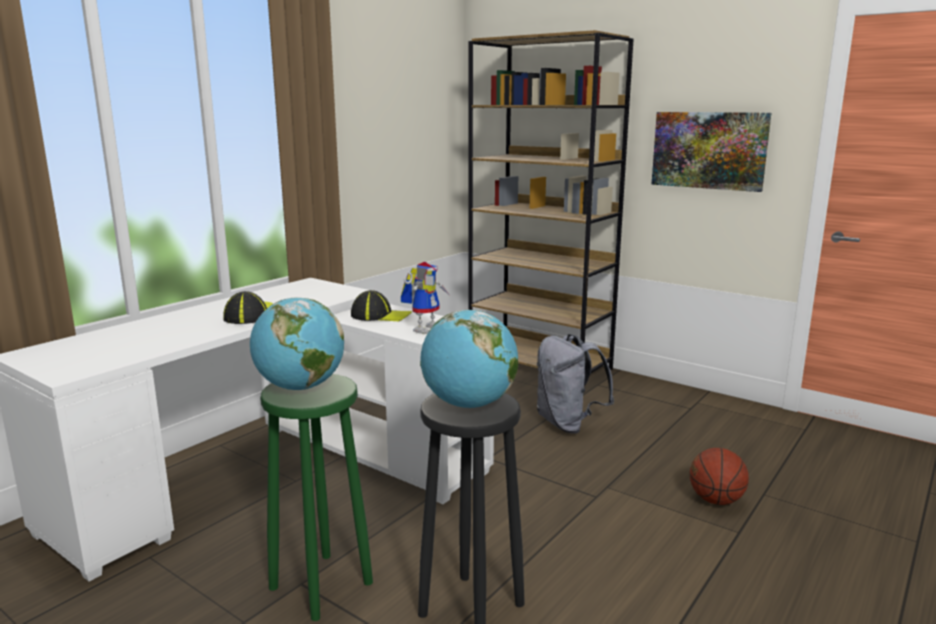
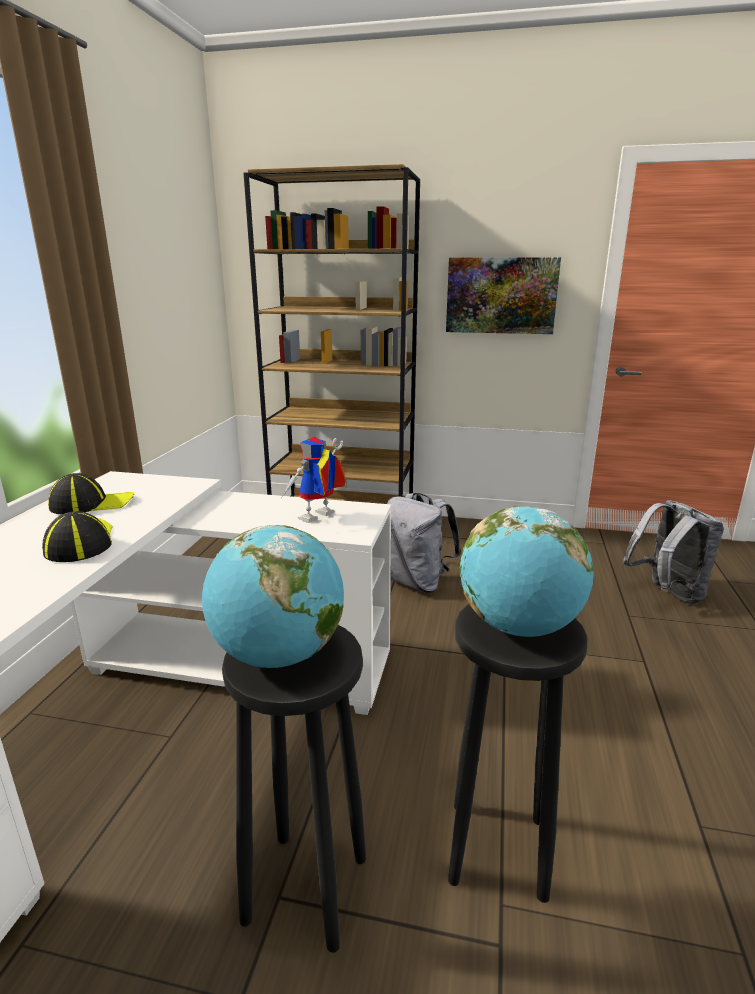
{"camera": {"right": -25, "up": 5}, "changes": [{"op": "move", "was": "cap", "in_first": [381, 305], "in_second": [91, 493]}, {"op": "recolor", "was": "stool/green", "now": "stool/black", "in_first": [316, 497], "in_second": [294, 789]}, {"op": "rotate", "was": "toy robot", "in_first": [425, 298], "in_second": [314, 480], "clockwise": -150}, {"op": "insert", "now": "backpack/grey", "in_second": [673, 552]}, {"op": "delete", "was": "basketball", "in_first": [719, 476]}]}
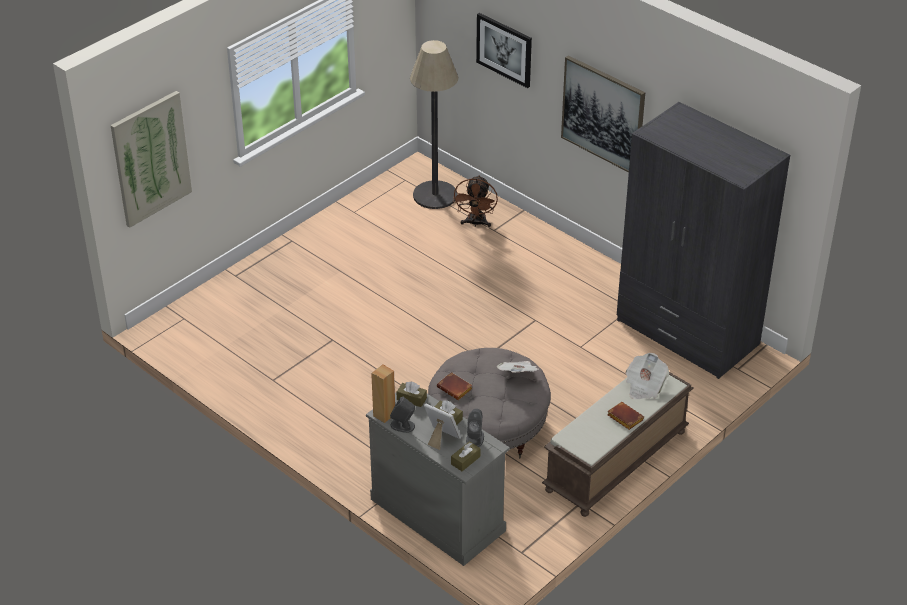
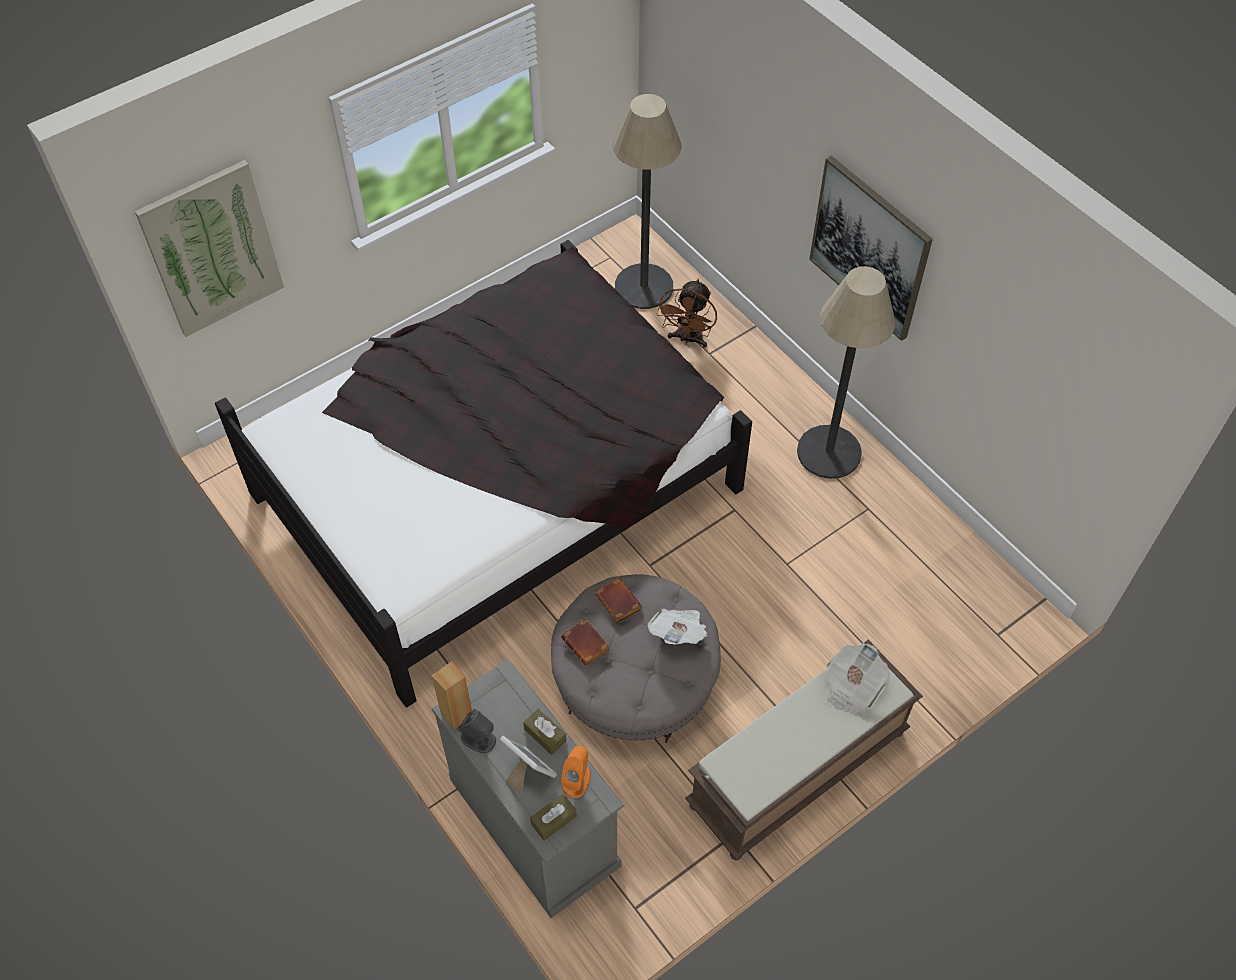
{"camera": {"right": 10, "up": 15}, "changes": [{"op": "insert", "now": "bed/black", "in_second": [483, 473]}, {"op": "recolor", "was": "speaker/grey", "now": "speaker/orange", "in_first": [475, 428], "in_second": [576, 772]}, {"op": "move", "was": "book/brown", "in_first": [625, 416], "in_second": [618, 600]}, {"op": "insert", "now": "floor lamp", "in_second": [846, 372]}, {"op": "delete", "was": "tissue box/brown", "in_first": [412, 394]}, {"op": "delete", "was": "picture", "in_first": [504, 50]}, {"op": "delete", "was": "wardrobe/grey", "in_first": [703, 240]}]}
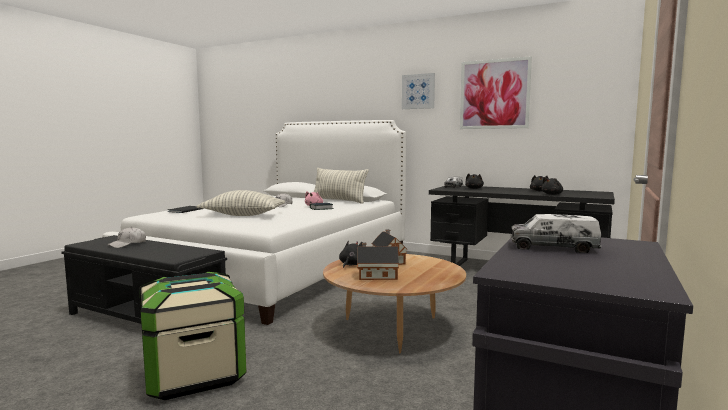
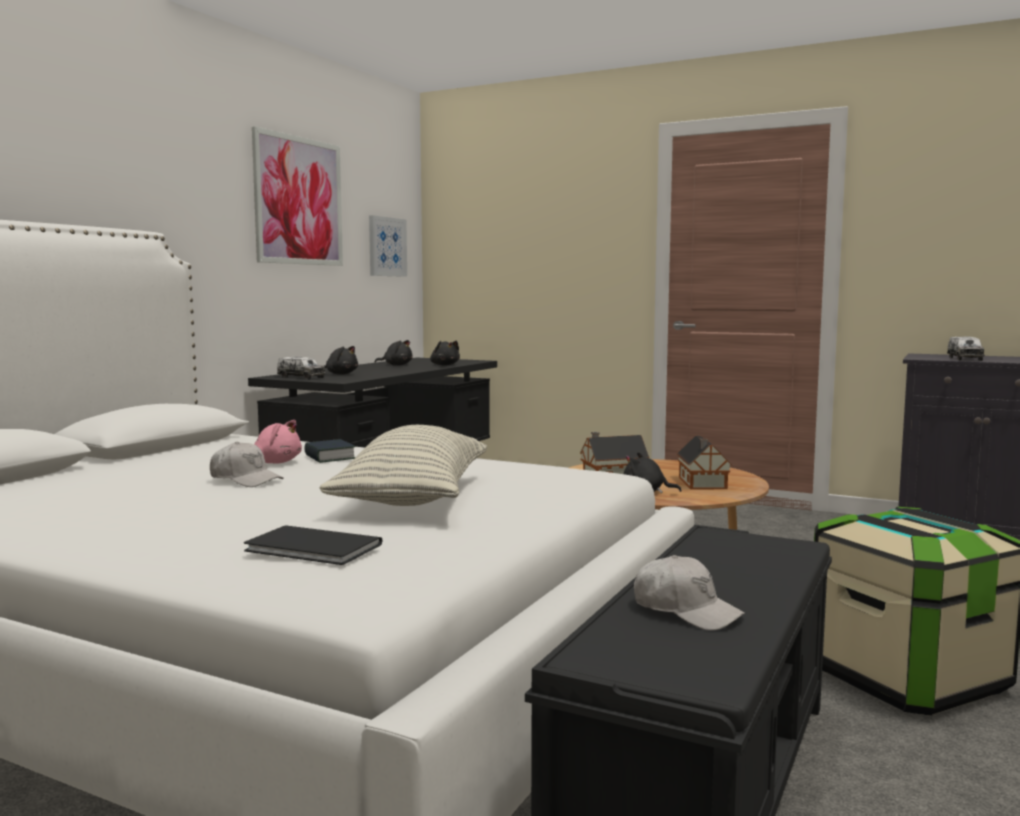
{"camera": {"right": -90, "up": 0}, "changes": [{"op": "move", "was": "picture", "in_first": [418, 91], "in_second": [388, 246]}, {"op": "delete", "was": "pillow", "in_first": [341, 185]}]}
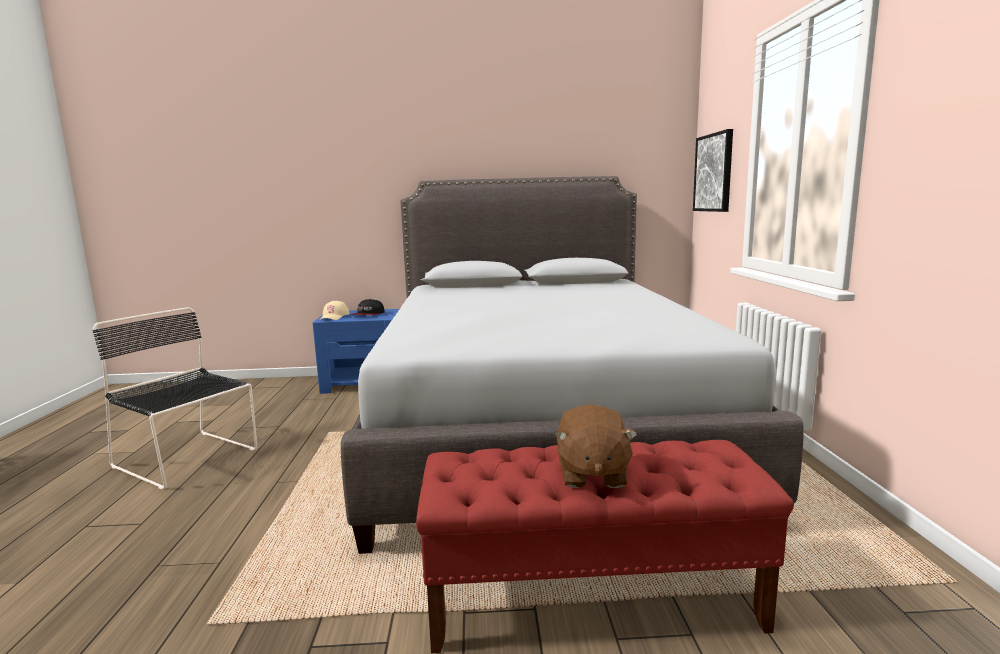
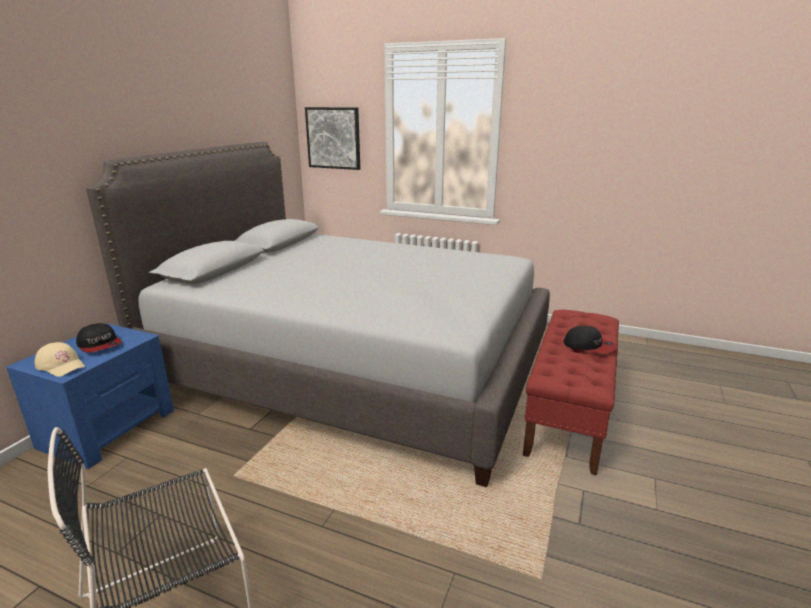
{"camera": {"right": -65, "up": 10}, "changes": [{"op": "replace", "was": "plush toy/brown", "now": "cap", "in_first": [596, 446], "in_second": [590, 339]}]}
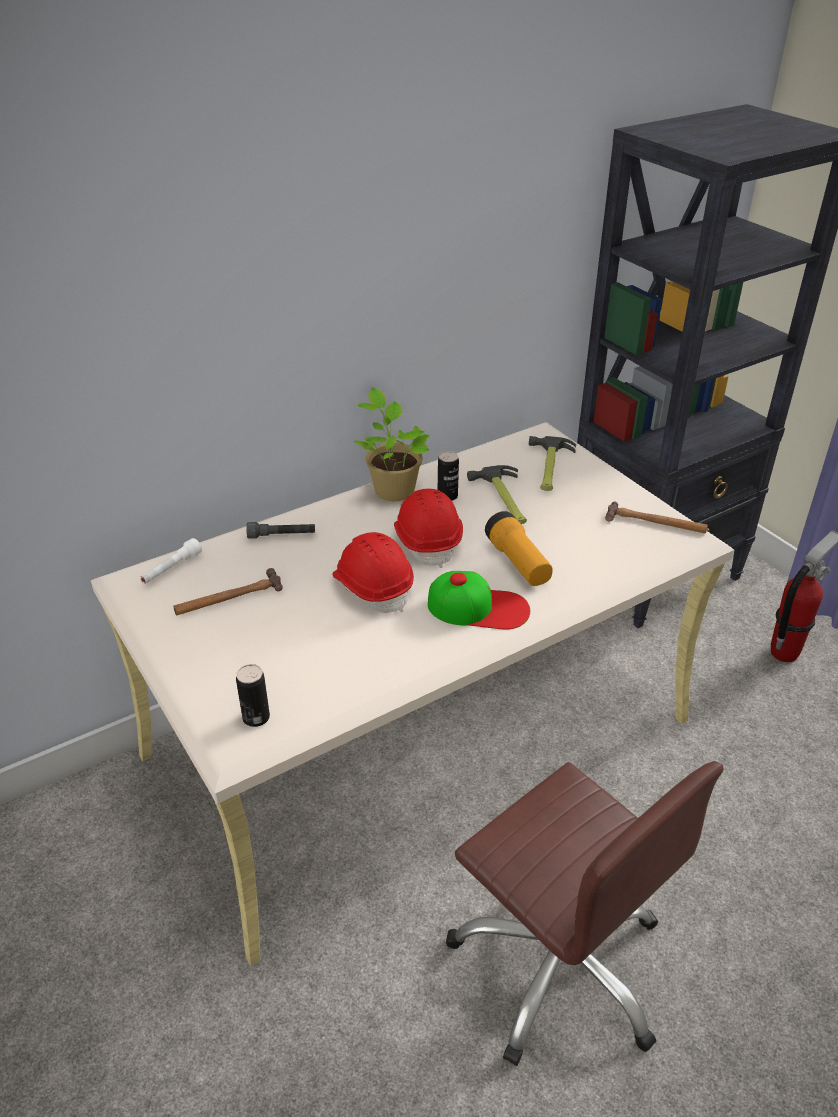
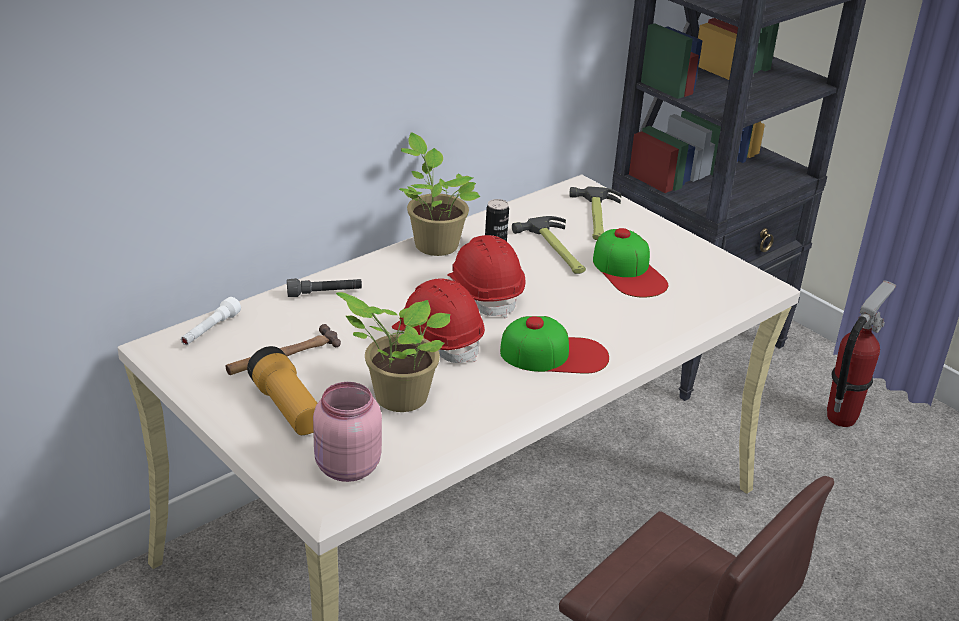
{"camera": {"right": -10, "up": -5}, "changes": [{"op": "move", "was": "flashlight", "in_first": [519, 548], "in_second": [282, 390]}, {"op": "replace", "was": "can", "now": "jar/pink", "in_first": [253, 695], "in_second": [347, 432]}, {"op": "insert", "now": "potted plant", "in_second": [393, 352]}, {"op": "insert", "now": "cap", "in_second": [630, 263]}, {"op": "delete", "was": "hammer", "in_first": [656, 517]}]}
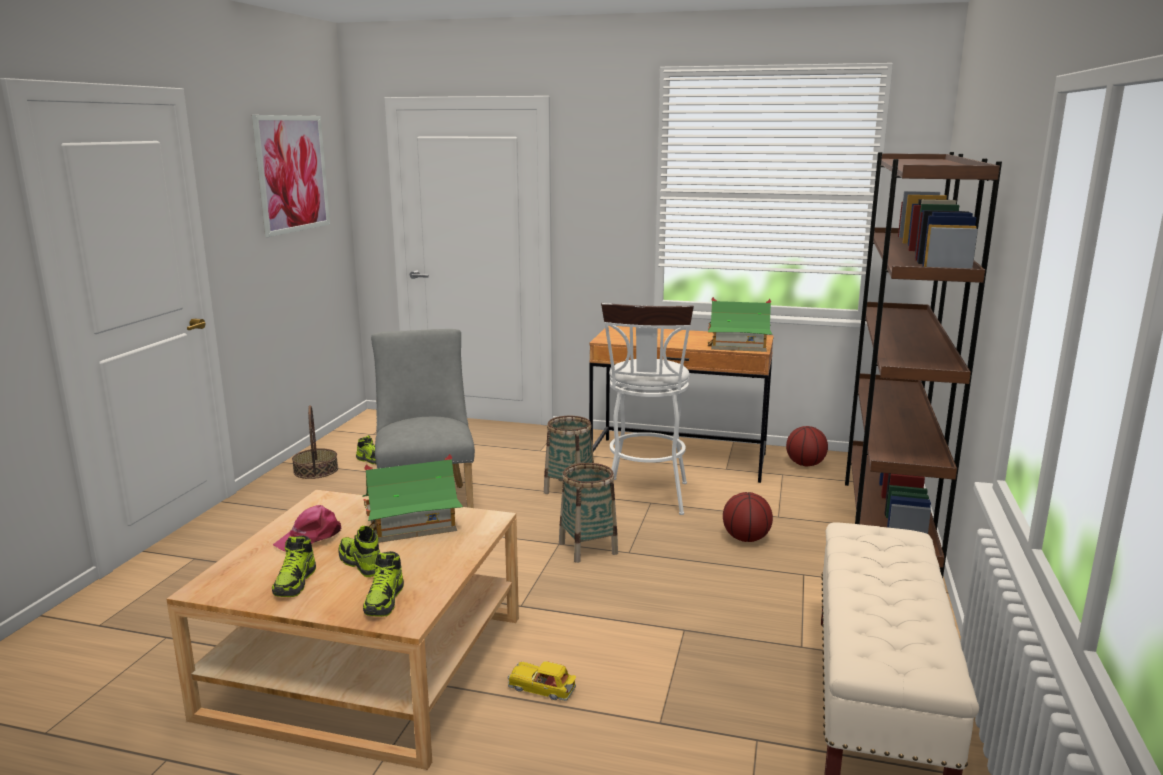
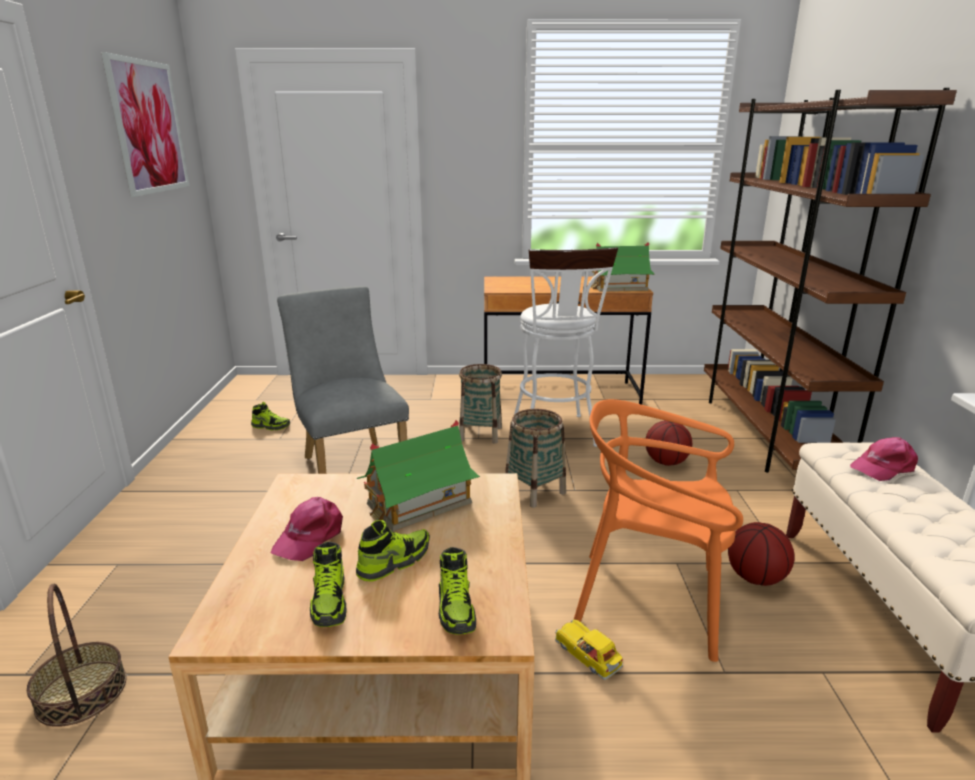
{"camera": {"right": -15, "up": 5}, "changes": [{"op": "move", "was": "basket", "in_first": [315, 442], "in_second": [76, 655]}, {"op": "rotate", "was": "shoe", "in_first": [359, 551], "in_second": [393, 551], "clockwise": 105}, {"op": "rotate", "was": "toy car", "in_first": [542, 681], "in_second": [589, 649], "clockwise": 45}, {"op": "insert", "now": "chair/orange", "in_second": [658, 530]}, {"op": "move", "was": "basketball", "in_first": [807, 446], "in_second": [761, 554]}, {"op": "insert", "now": "cap/pink", "in_second": [884, 459]}]}
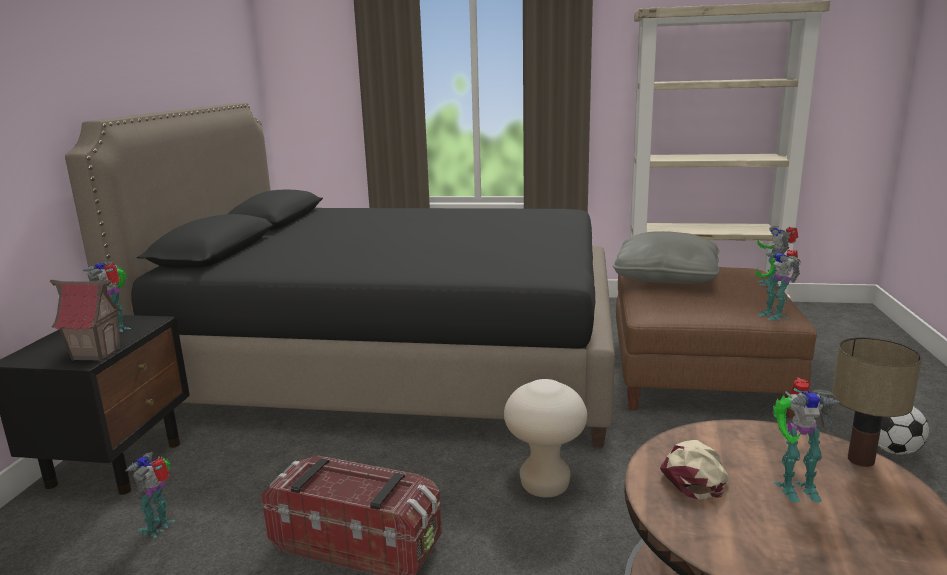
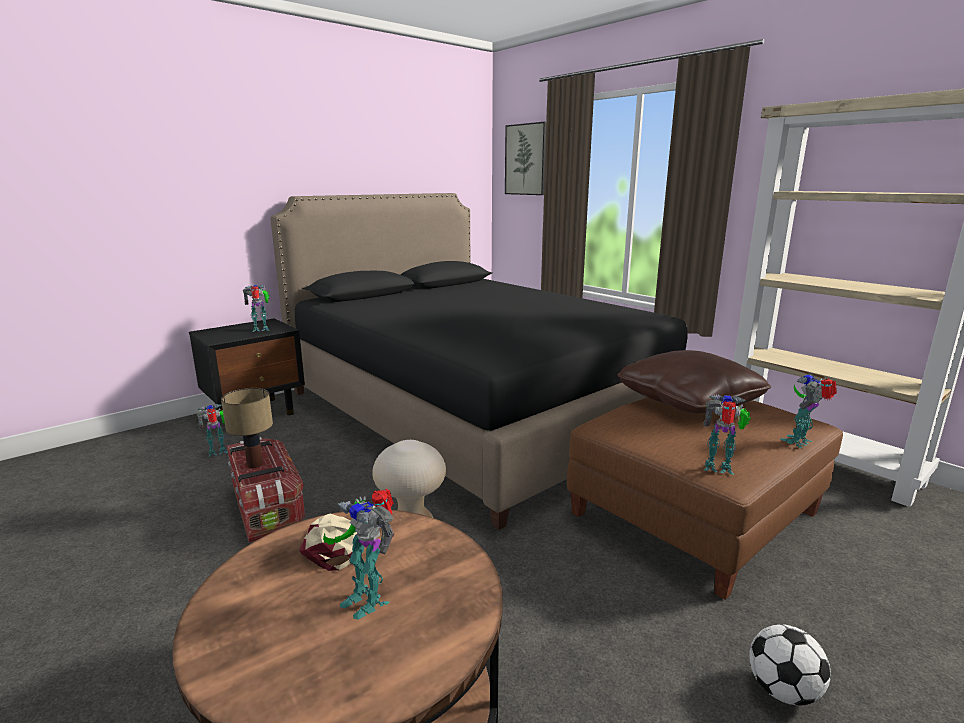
{"camera": {"right": 40, "up": 0}, "changes": [{"op": "move", "was": "table lamp", "in_first": [877, 402], "in_second": [247, 428]}, {"op": "rotate", "was": "cap/beige", "in_first": [694, 469], "in_second": [328, 542], "clockwise": -75}, {"op": "insert", "now": "picture", "in_second": [525, 158]}, {"op": "recolor", "was": "pillow/grey", "now": "pillow/brown", "in_first": [666, 257], "in_second": [694, 382]}, {"op": "rotate", "was": "toy robot", "in_first": [778, 285], "in_second": [727, 434], "clockwise": 90}, {"op": "delete", "was": "toy house", "in_first": [86, 320]}]}
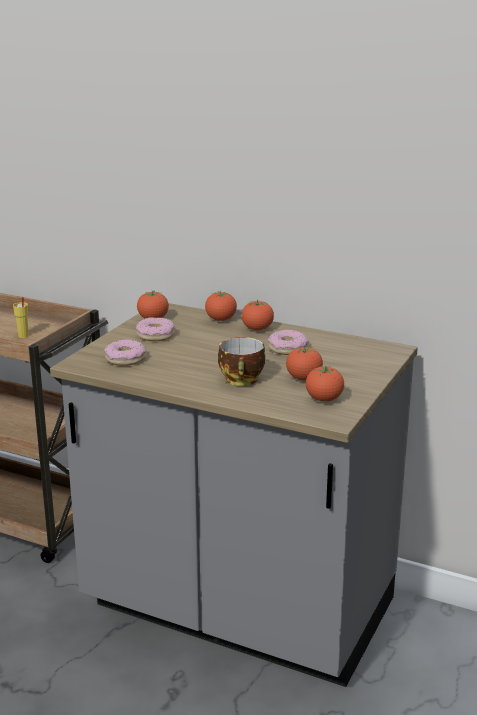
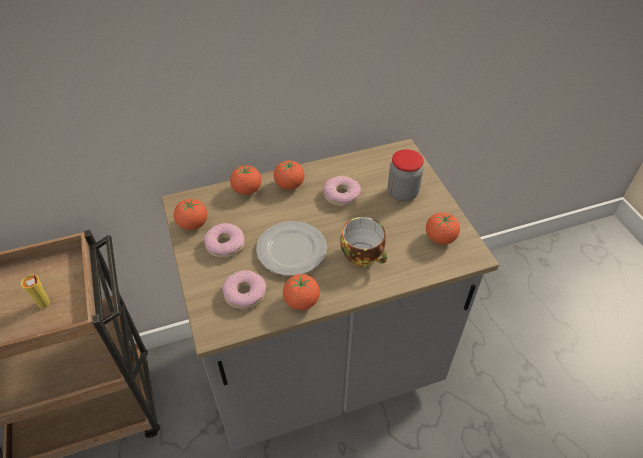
{"camera": {"right": -45, "up": 25}, "changes": [{"op": "insert", "now": "plate", "in_second": [291, 248]}, {"op": "move", "was": "tomato", "in_first": [304, 363], "in_second": [301, 292]}, {"op": "insert", "now": "jar", "in_second": [406, 175]}]}
